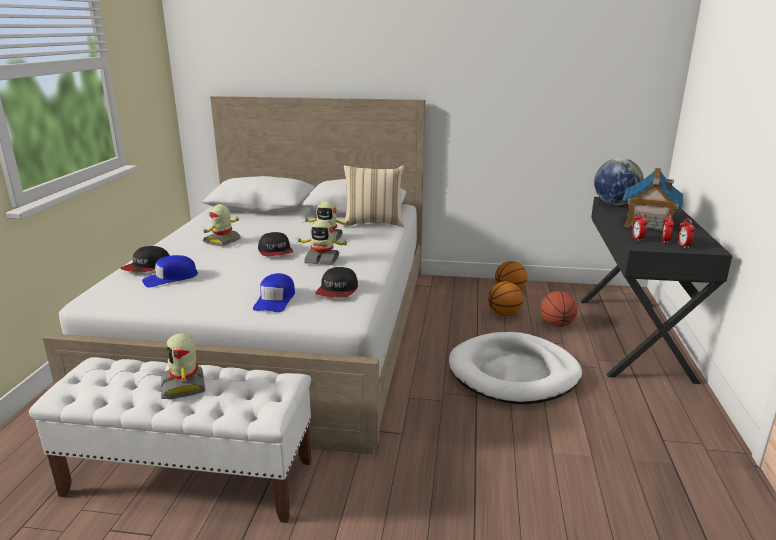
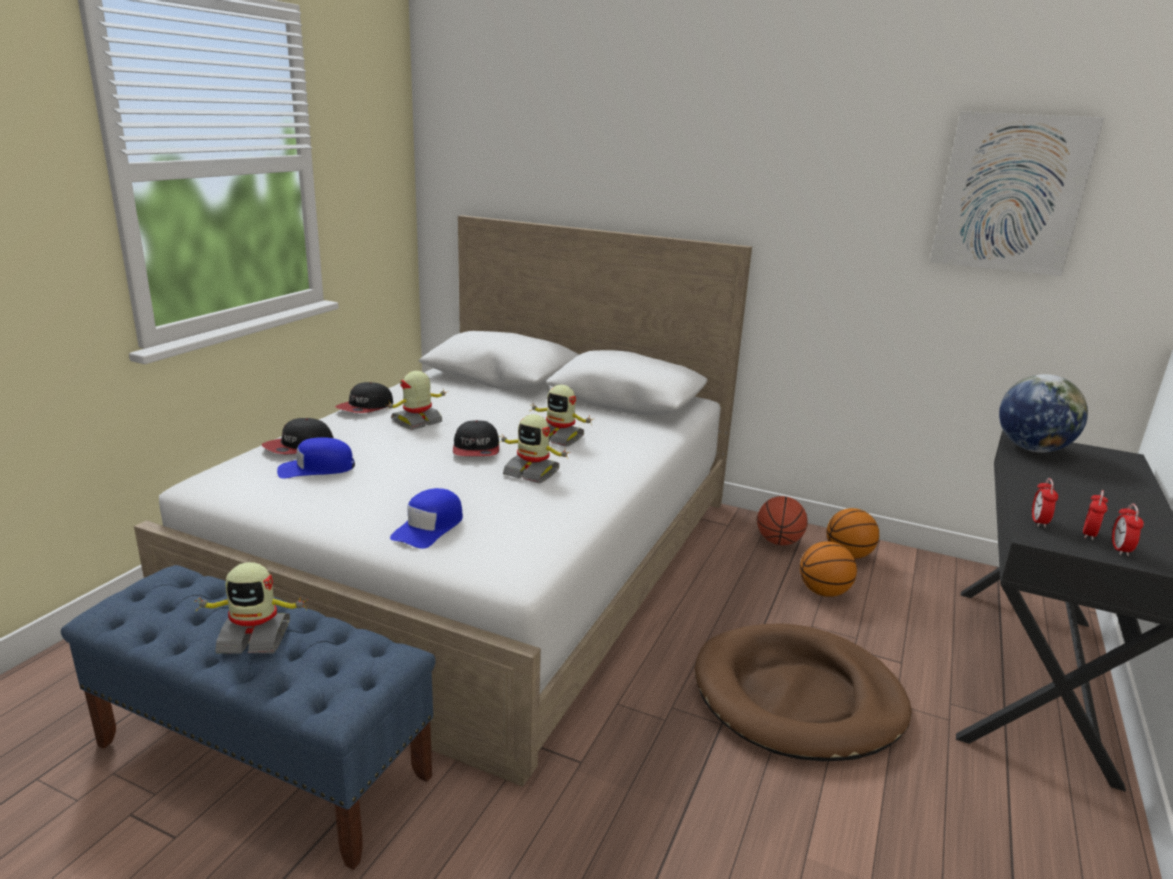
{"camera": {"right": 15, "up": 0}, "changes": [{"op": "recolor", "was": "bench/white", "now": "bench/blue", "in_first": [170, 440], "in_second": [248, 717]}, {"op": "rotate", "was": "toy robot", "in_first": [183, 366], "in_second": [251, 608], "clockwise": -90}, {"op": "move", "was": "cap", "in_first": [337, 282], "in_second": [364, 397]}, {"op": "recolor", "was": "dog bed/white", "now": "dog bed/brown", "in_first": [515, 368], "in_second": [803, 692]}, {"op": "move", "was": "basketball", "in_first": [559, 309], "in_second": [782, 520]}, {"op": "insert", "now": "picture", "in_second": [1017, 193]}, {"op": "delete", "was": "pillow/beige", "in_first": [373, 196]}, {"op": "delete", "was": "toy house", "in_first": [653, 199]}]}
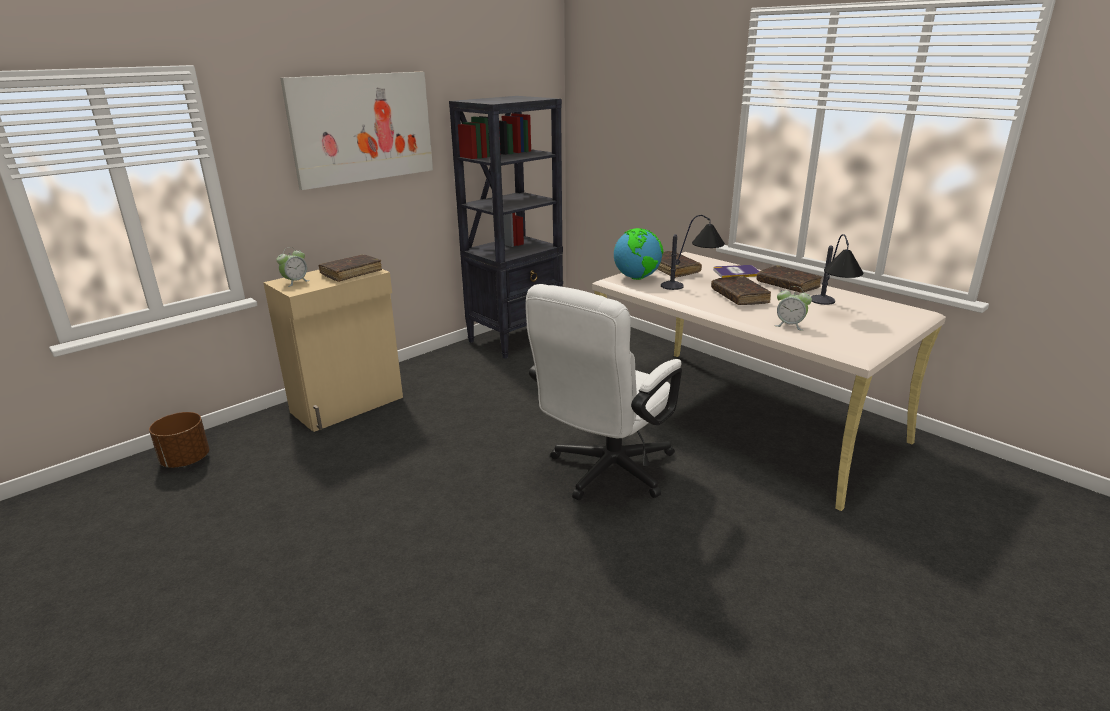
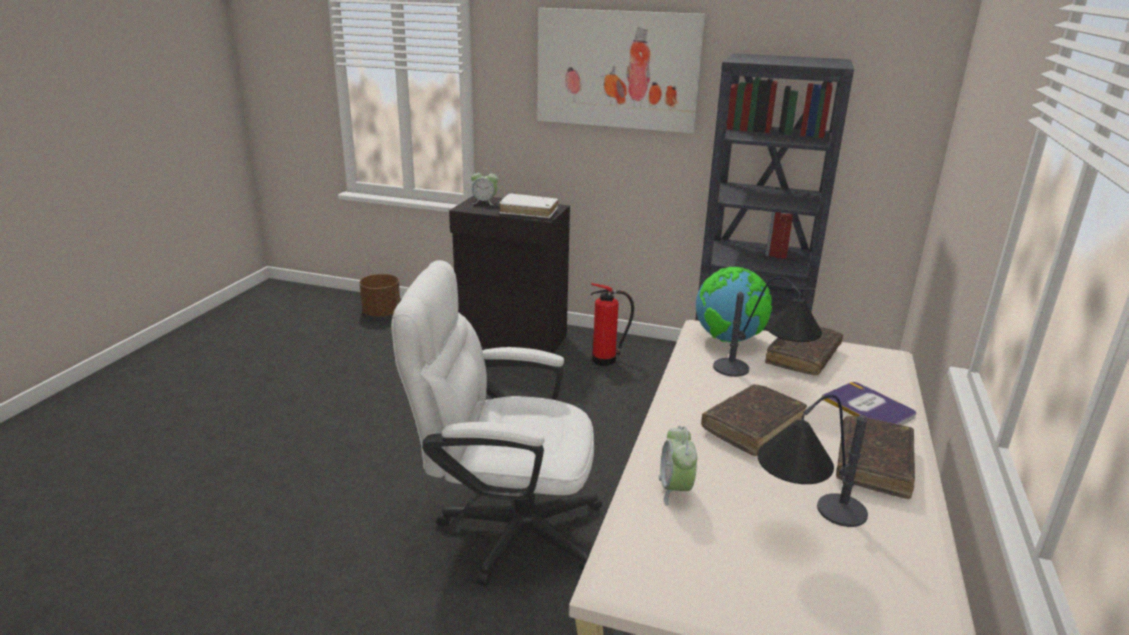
{"camera": {"right": 60, "up": 0}, "changes": [{"op": "recolor", "was": "cabinet/beige", "now": "cabinet/black", "in_first": [333, 350], "in_second": [509, 274]}, {"op": "recolor", "was": "book/brown", "now": "book/white", "in_first": [350, 268], "in_second": [528, 205]}, {"op": "insert", "now": "fire extinguisher", "in_second": [612, 324]}]}
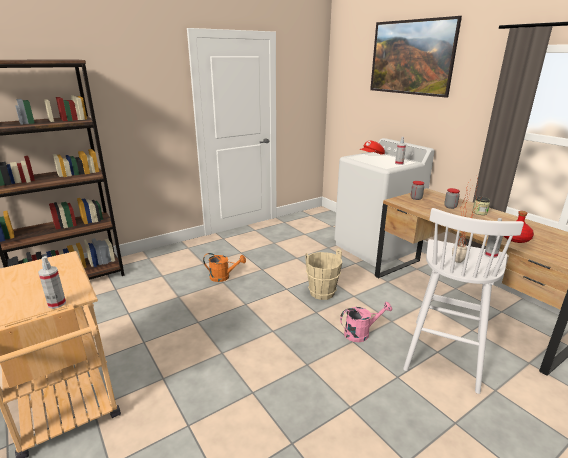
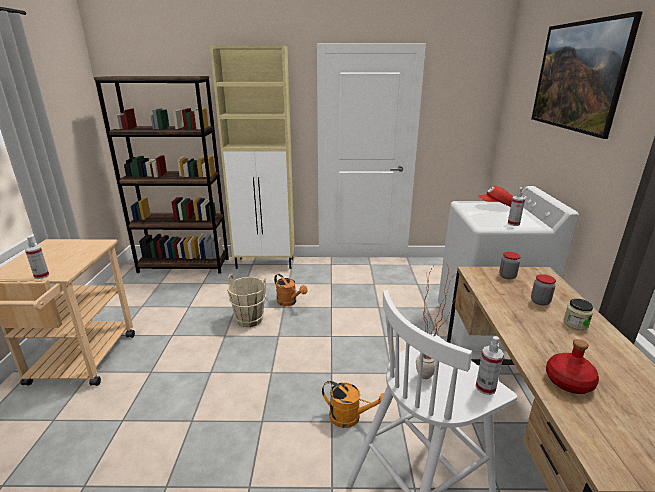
{"camera": {"right": 35, "up": 0}, "changes": [{"op": "insert", "now": "cabinet/beige", "in_second": [252, 157]}, {"op": "move", "was": "bucket/beige", "in_first": [323, 274], "in_second": [246, 300]}, {"op": "recolor", "was": "watering can/pink", "now": "watering can/orange", "in_first": [366, 322], "in_second": [353, 404]}]}
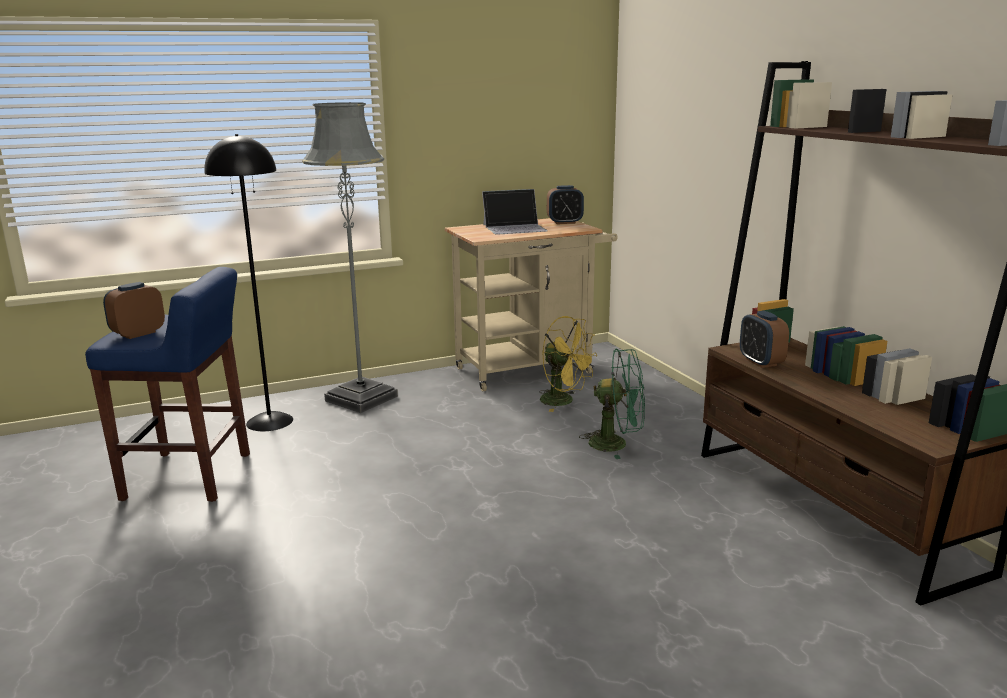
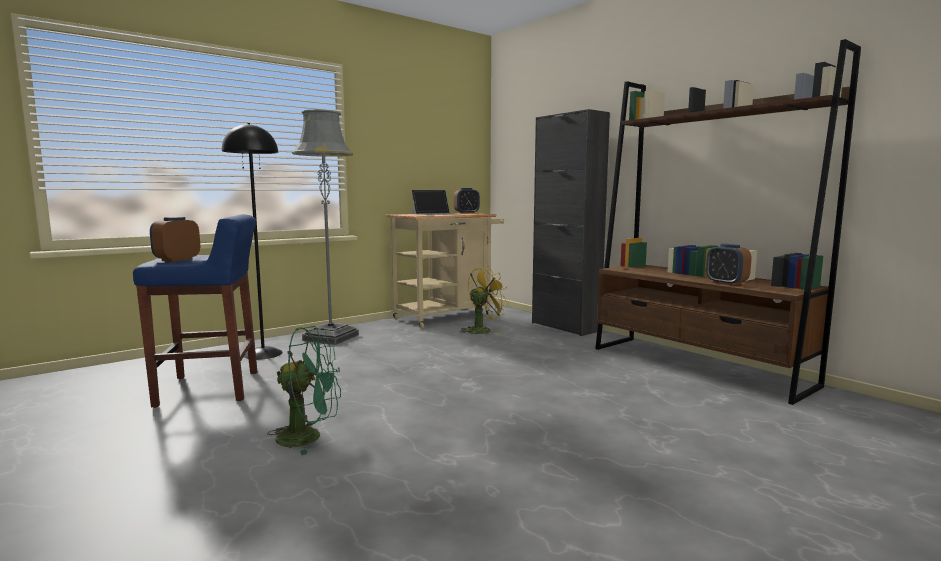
{"camera": {"right": -15, "up": -10}, "changes": [{"op": "move", "was": "fan/green", "in_first": [612, 403], "in_second": [304, 390]}, {"op": "rotate", "was": "fan/yellow", "in_first": [568, 364], "in_second": [483, 300], "clockwise": -60}, {"op": "insert", "now": "cabinet/black", "in_second": [571, 222]}, {"op": "move", "was": "alarm clock", "in_first": [764, 339], "in_second": [728, 265]}]}
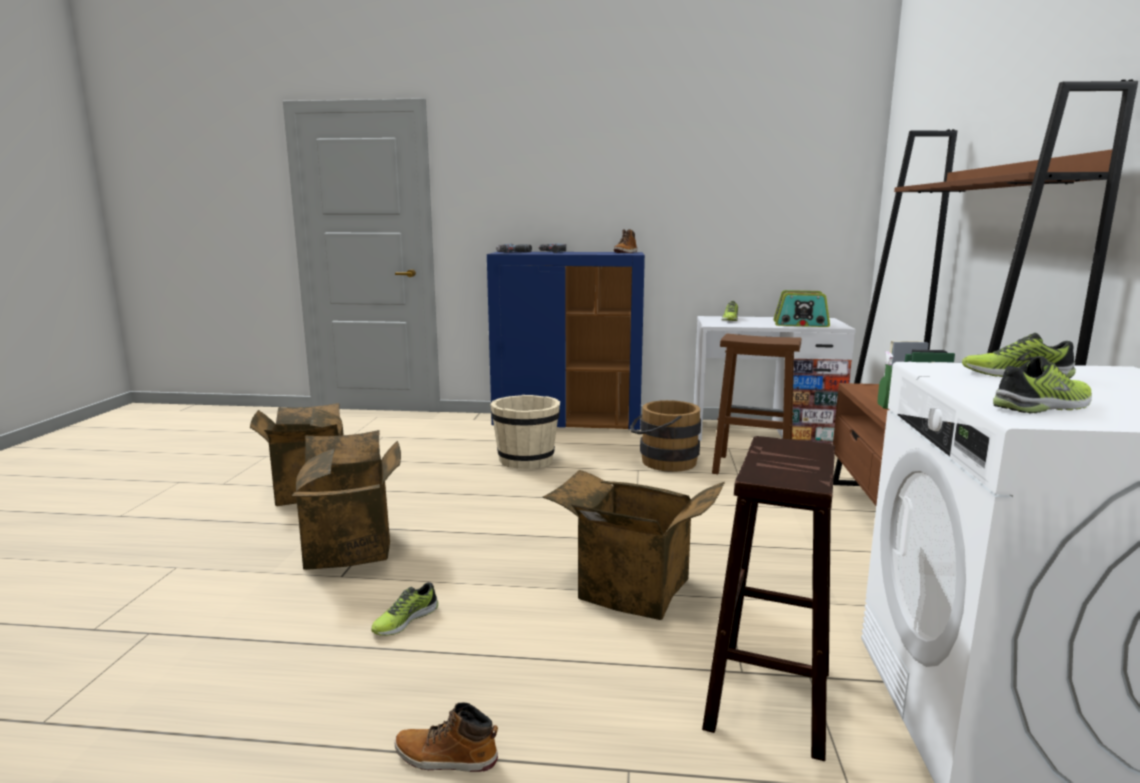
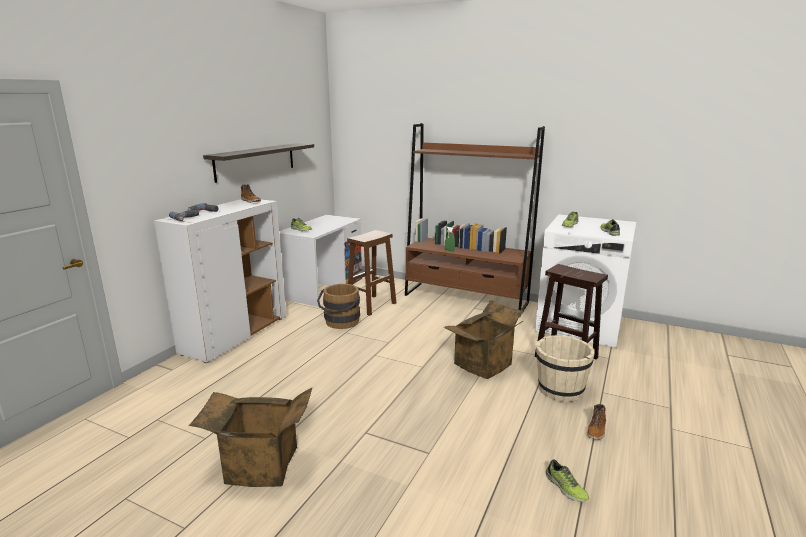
{"camera": {"right": -70, "up": 5}, "changes": [{"op": "recolor", "was": "cabinet/blue", "now": "cabinet/white", "in_first": [566, 341], "in_second": [220, 281]}, {"op": "insert", "now": "shelf", "in_second": [258, 163]}, {"op": "move", "was": "bucket/beige", "in_first": [525, 432], "in_second": [565, 368]}, {"op": "move", "was": "shoe", "in_first": [404, 609], "in_second": [567, 481]}, {"op": "delete", "was": "cardboard box", "in_first": [346, 500]}, {"op": "delete", "was": "radio", "in_first": [801, 308]}]}
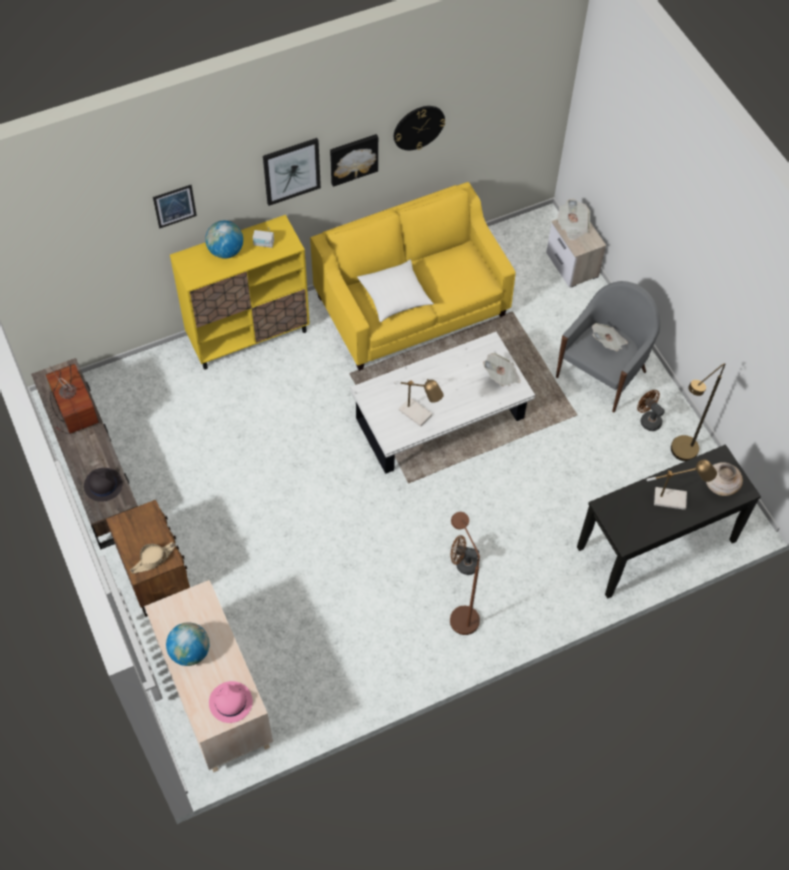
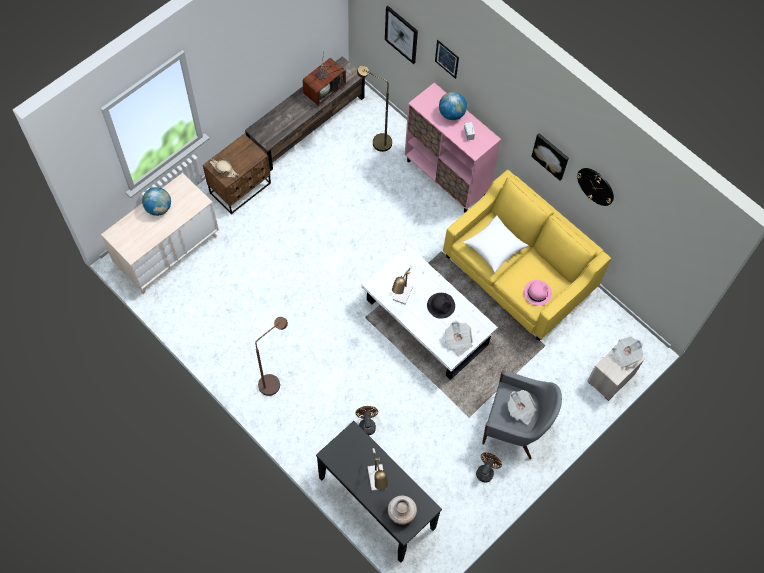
{"camera": {"right": 70, "up": 5}, "changes": [{"op": "move", "was": "fan/brown", "in_first": [465, 555], "in_second": [366, 420]}, {"op": "move", "was": "floor lamp/brown", "in_first": [698, 412], "in_second": [374, 109]}, {"op": "move", "was": "picture", "in_first": [292, 172], "in_second": [401, 35]}, {"op": "recolor", "was": "cabinet/yellow", "now": "cabinet/pink", "in_first": [240, 292], "in_second": [453, 147]}, {"op": "move", "was": "hat/black", "in_first": [103, 485], "in_second": [441, 306]}, {"op": "move", "was": "hat/pink", "in_first": [231, 702], "in_second": [538, 293]}]}
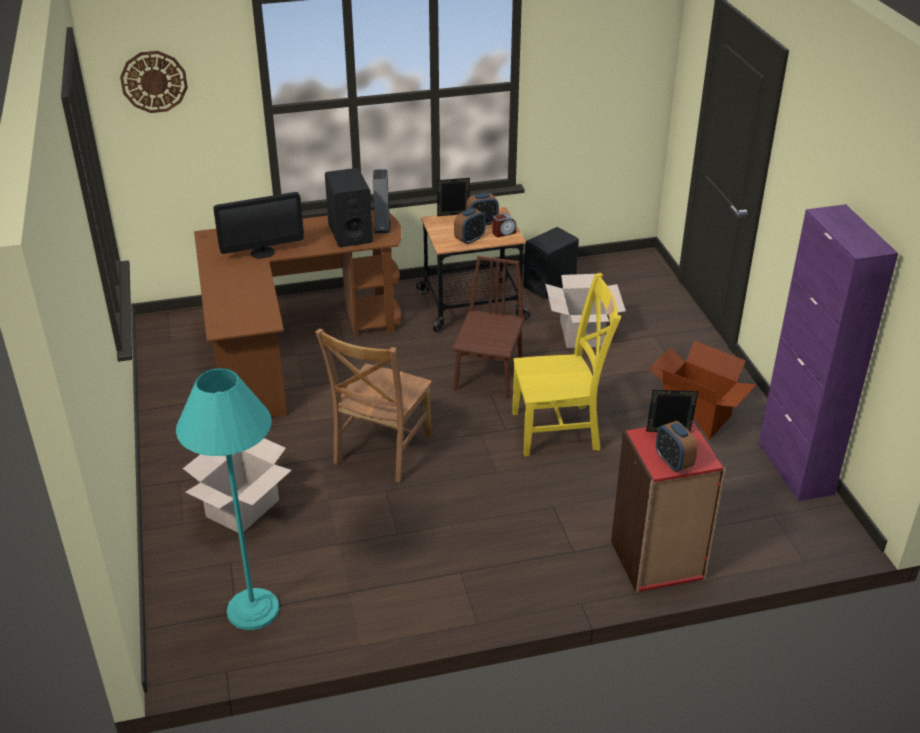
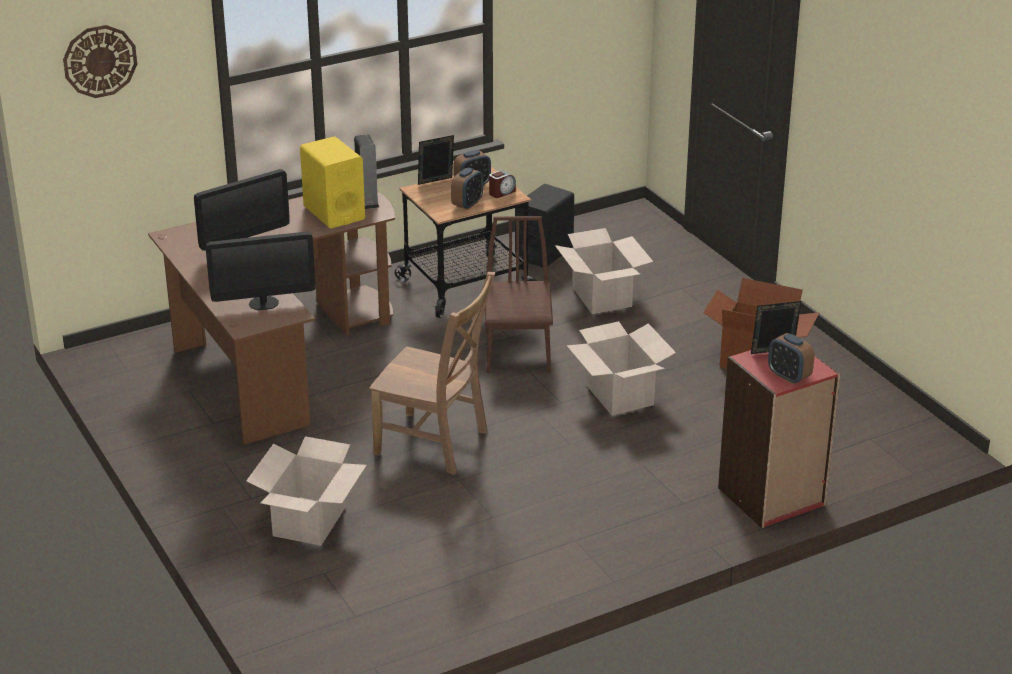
{"camera": {"right": -15, "up": -5}, "changes": [{"op": "insert", "now": "monitor", "in_second": [260, 271]}, {"op": "recolor", "was": "speaker/black", "now": "speaker/yellow", "in_first": [349, 207], "in_second": [332, 182]}, {"op": "rotate", "was": "chair/brown", "in_first": [373, 405], "in_second": [432, 373], "clockwise": -75}, {"op": "replace", "was": "chair/yellow", "now": "cardboard box", "in_first": [566, 364], "in_second": [621, 368]}, {"op": "delete", "was": "floor lamp/turquoise", "in_first": [227, 499]}, {"op": "delete", "was": "cabinet/purple", "in_first": [828, 352]}]}
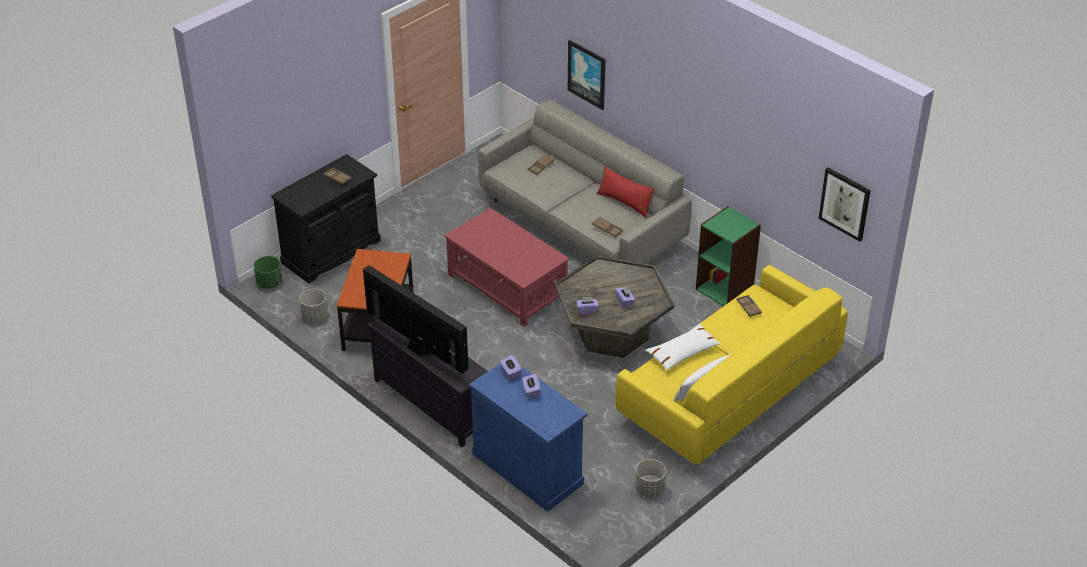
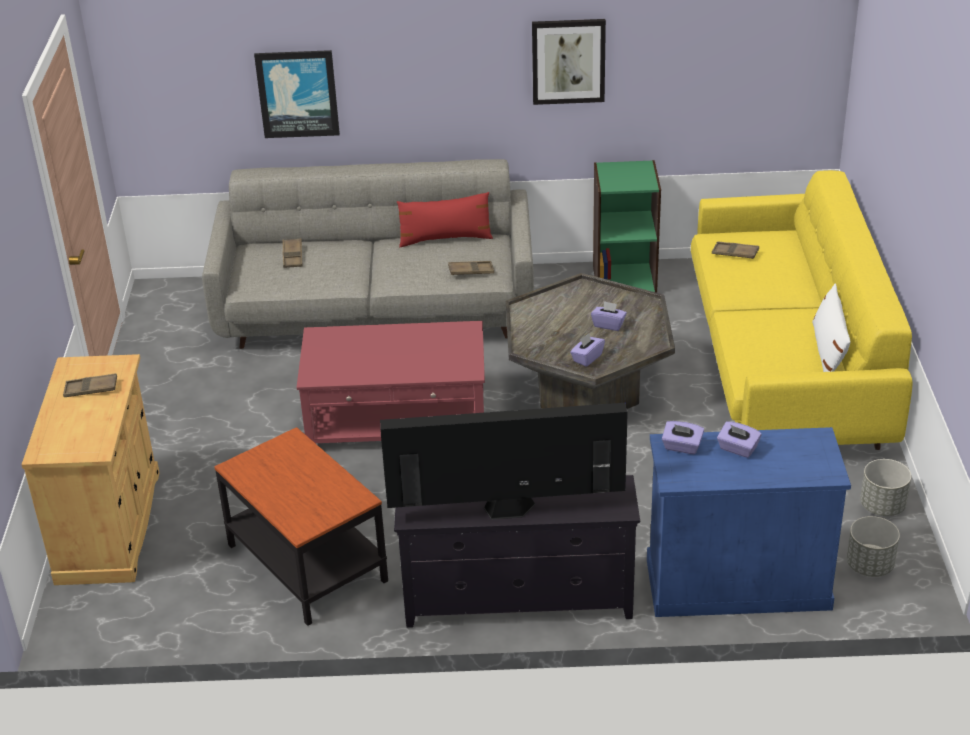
{"camera": {"right": -45, "up": -5}, "changes": [{"op": "recolor", "was": "cabinet/black", "now": "cabinet/beige", "in_first": [326, 218], "in_second": [90, 469]}, {"op": "move", "was": "picture", "in_first": [844, 205], "in_second": [569, 62]}, {"op": "move", "was": "planter/grey", "in_first": [313, 305], "in_second": [873, 546]}, {"op": "delete", "was": "planter/green", "in_first": [268, 272]}, {"op": "delete", "was": "pillow/white", "in_first": [683, 347]}]}
